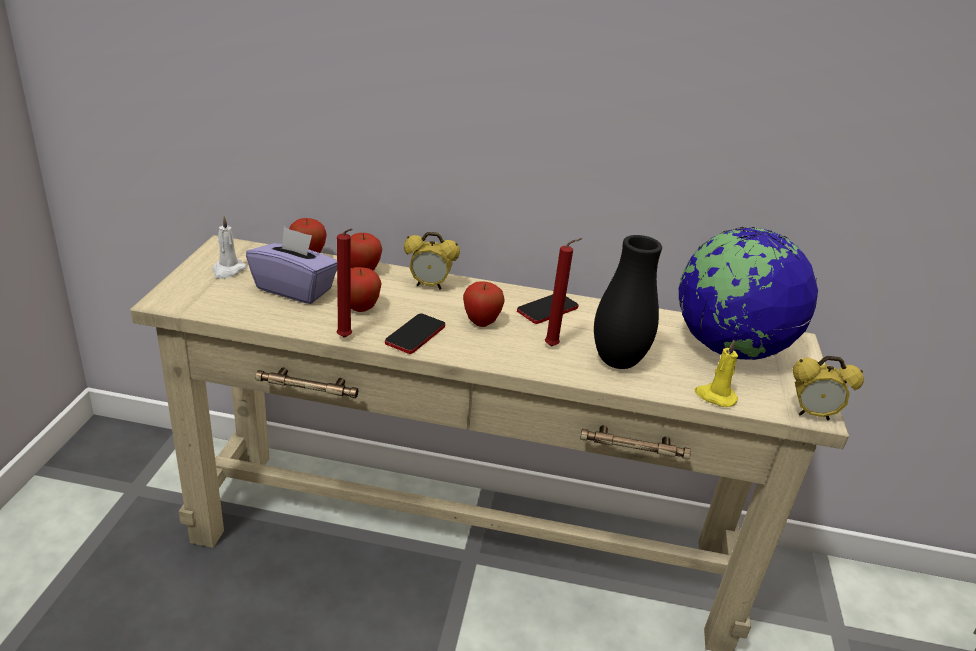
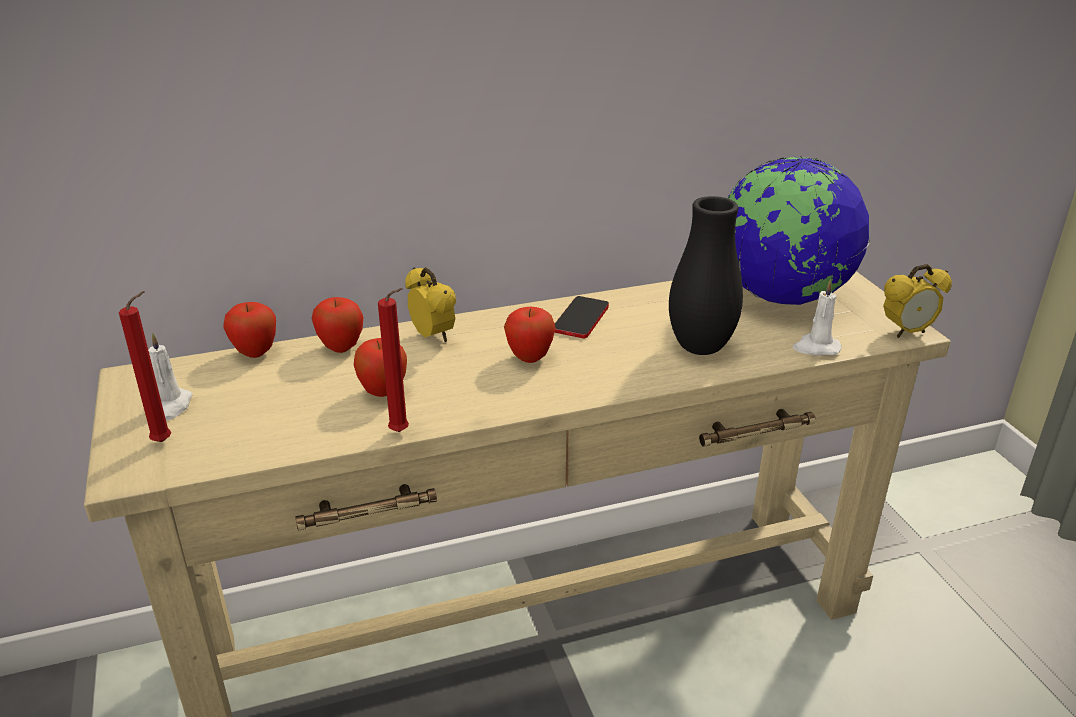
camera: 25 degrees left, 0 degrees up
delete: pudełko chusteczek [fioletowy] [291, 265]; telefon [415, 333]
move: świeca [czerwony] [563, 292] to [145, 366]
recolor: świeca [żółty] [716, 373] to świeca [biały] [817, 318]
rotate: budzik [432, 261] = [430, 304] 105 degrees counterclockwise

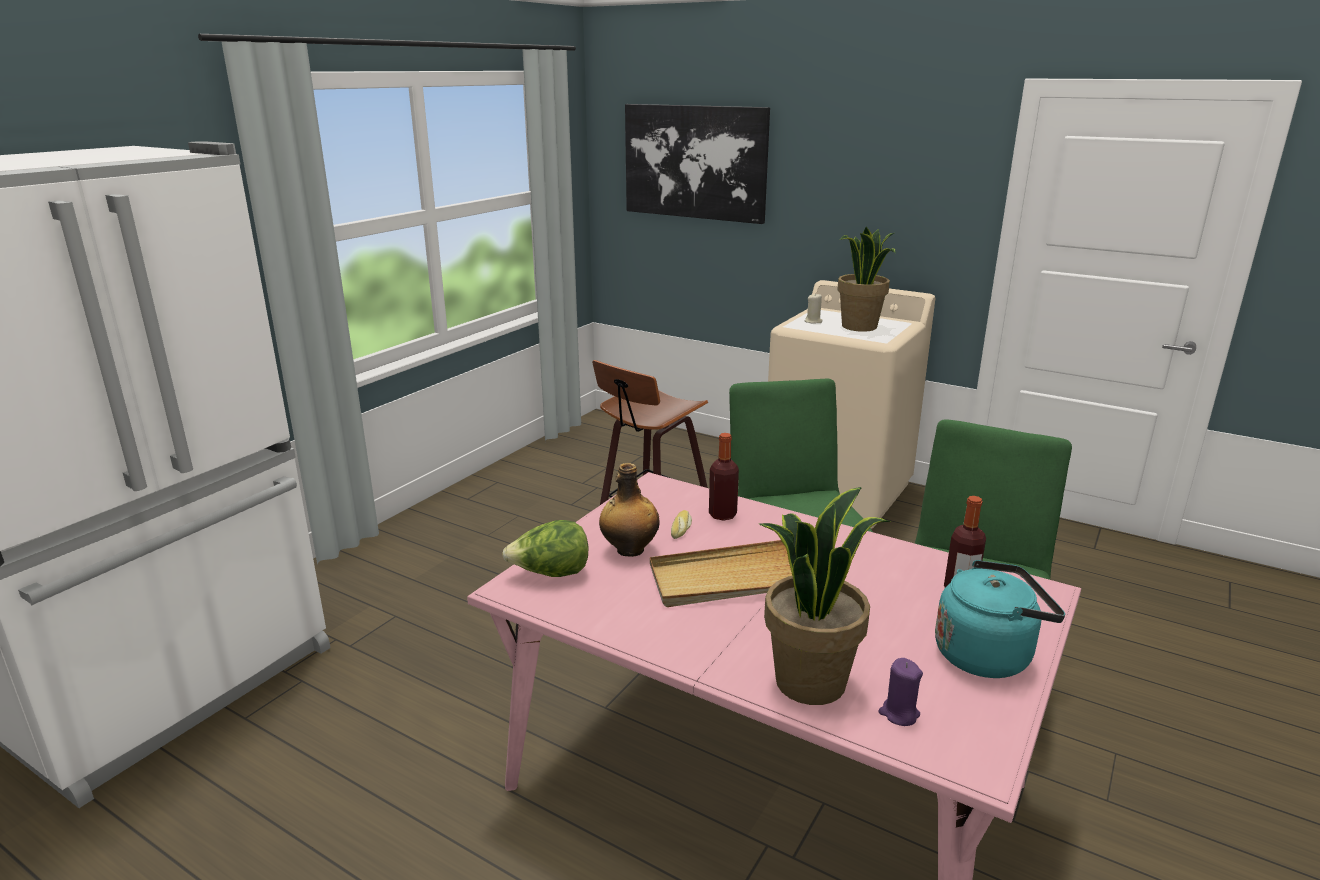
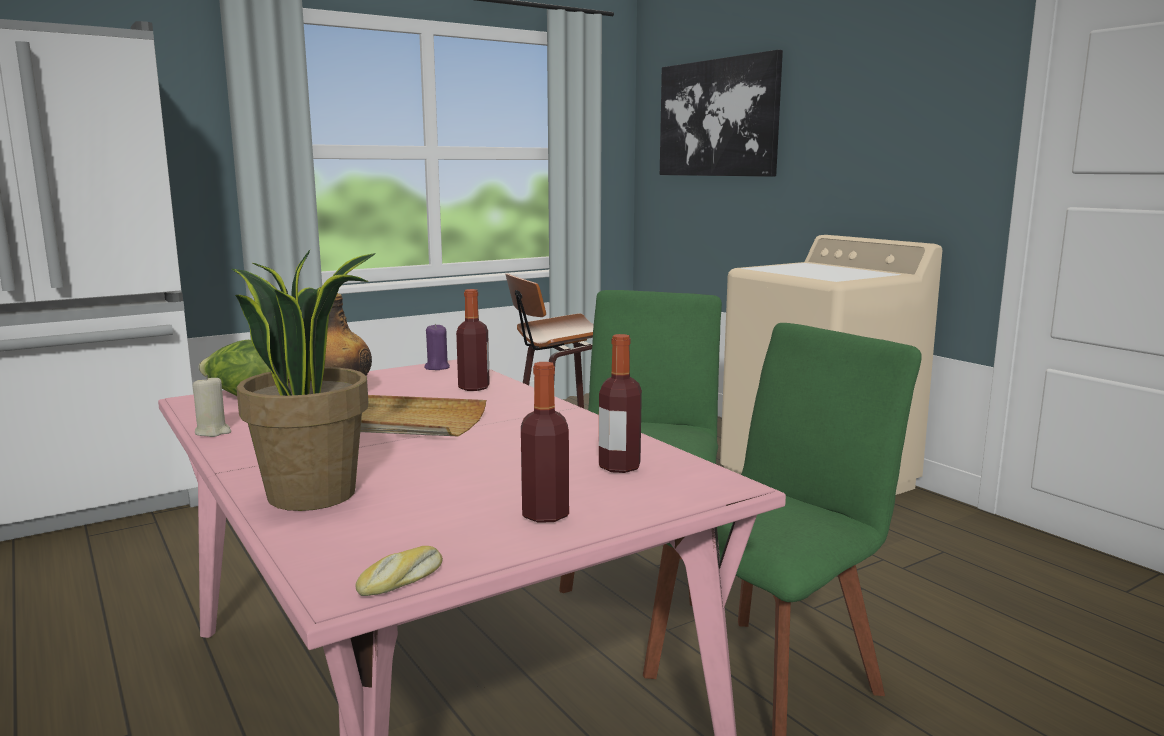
camera: 25 degrees right, 10 degrees down
delete: roślina doniczkowa [866, 279]
move: chleb [681, 524] to [399, 571]; świeca [beżowy] [814, 308] to [211, 406]; świeca [fioletowy] [901, 692] to [437, 347]
replace: czajnik [turkusowy] [1000, 619] to butelka [545, 442]

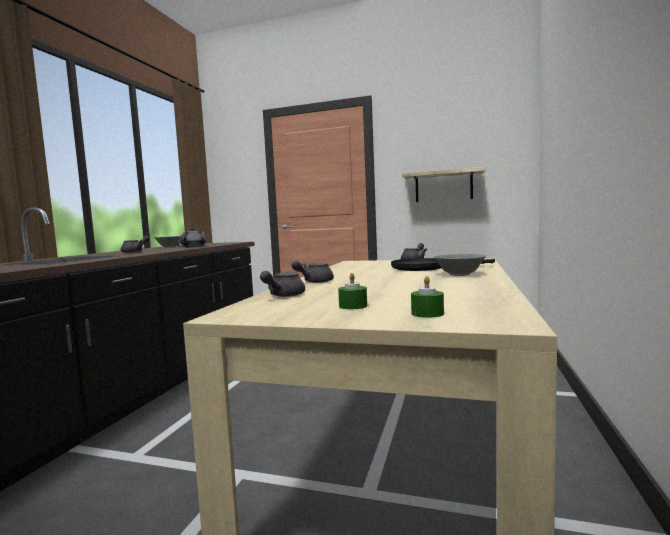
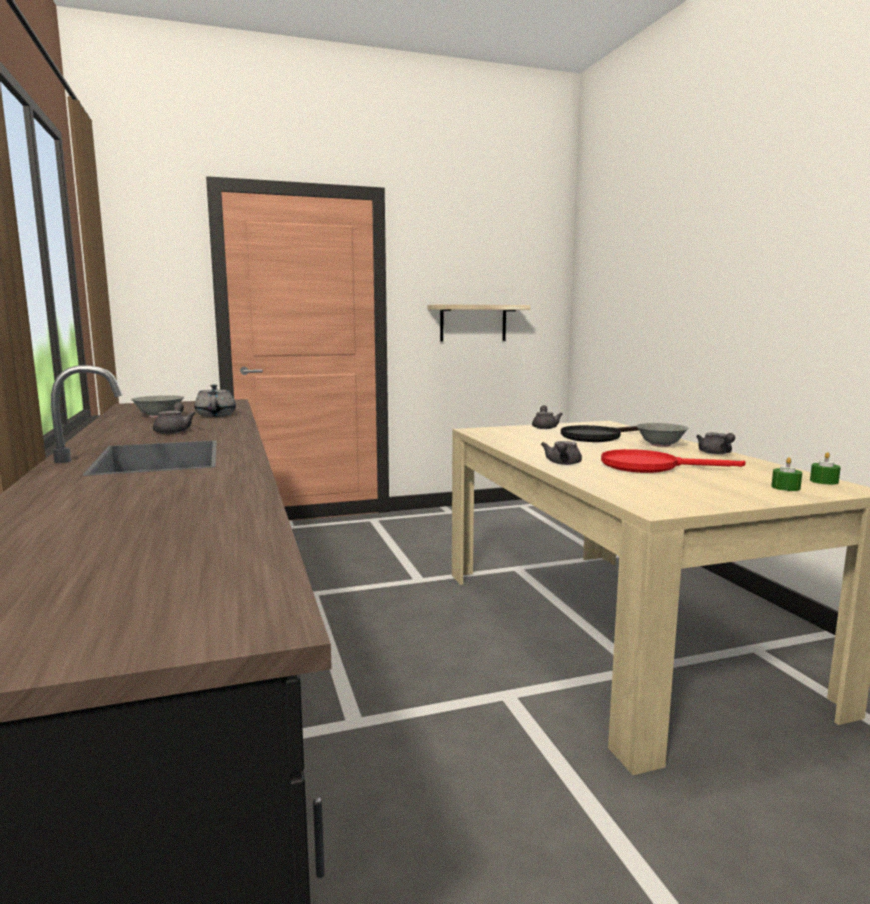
camera: 35 degrees left, 5 degrees up
insert: patelnia [czerwony] [673, 461]
move: imbryk [szary] [282, 284] to [715, 443]; świeca [zielony] [352, 291] to [825, 468]

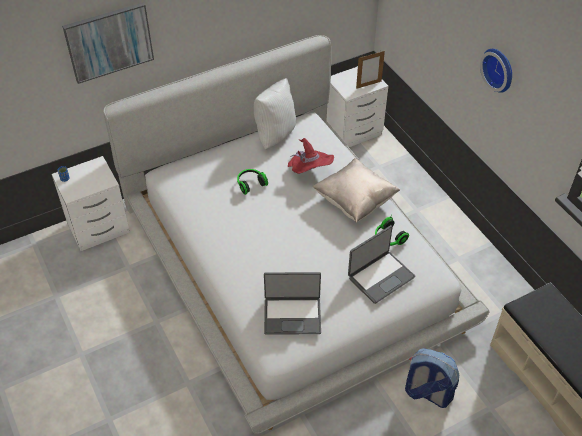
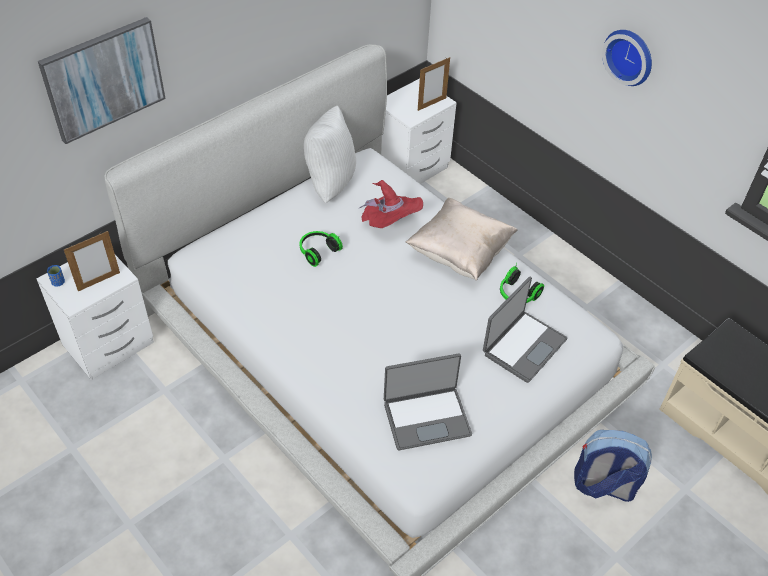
camera: 15 degrees left, 0 degrees up
insert: ramka na zdjęcie [92, 261]

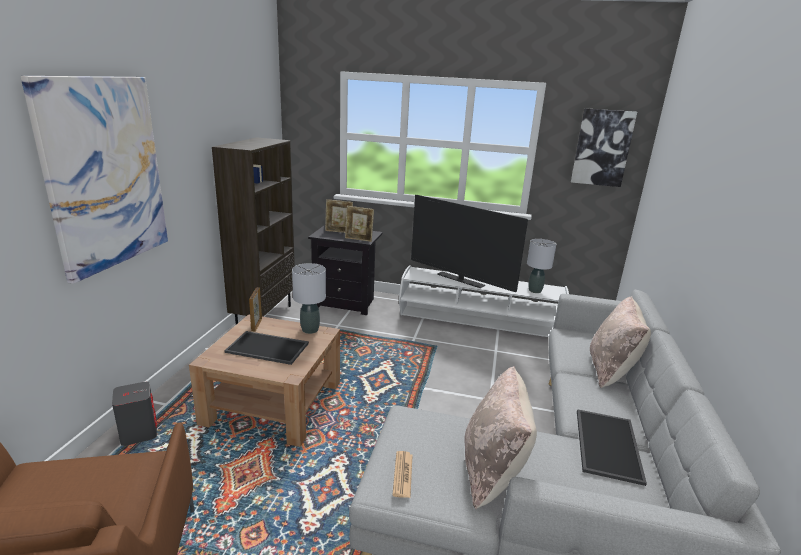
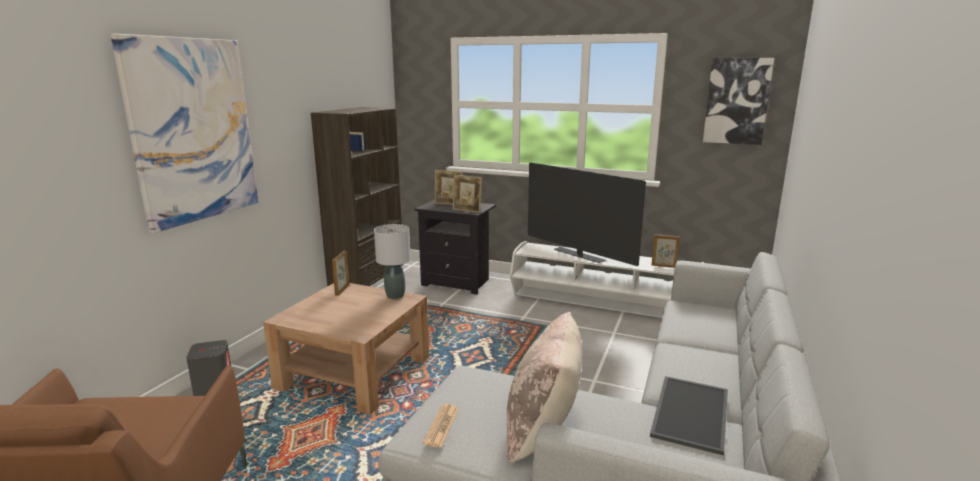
camera: 10 degrees right, 5 degrees down
delete: taca [266, 348]; poduszka [beżowy] [620, 342]
replace: lampa stołowa [szary] [541, 266] to ramka na zdjęcie [666, 251]

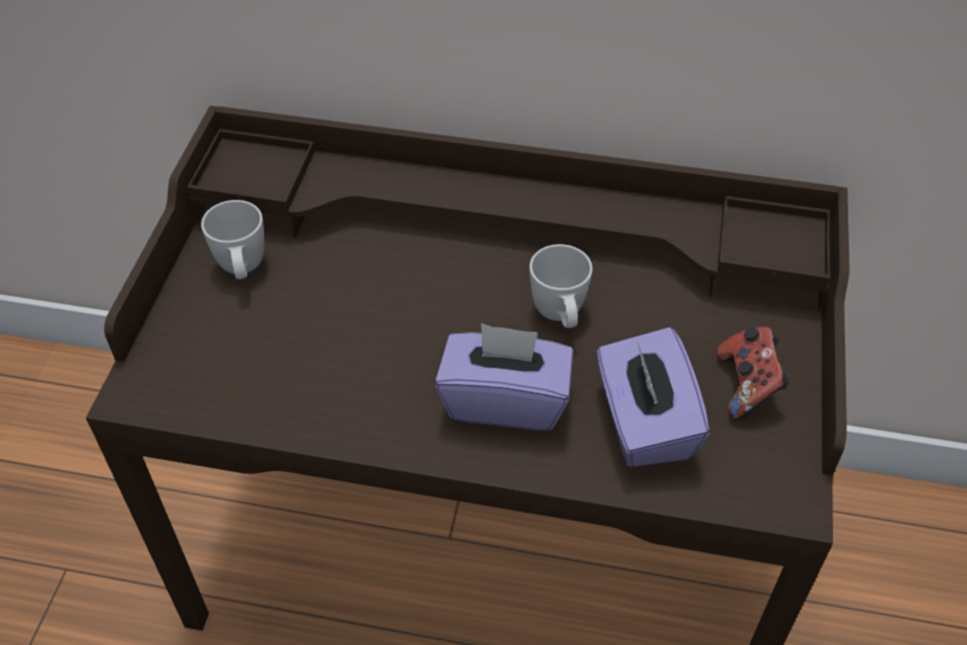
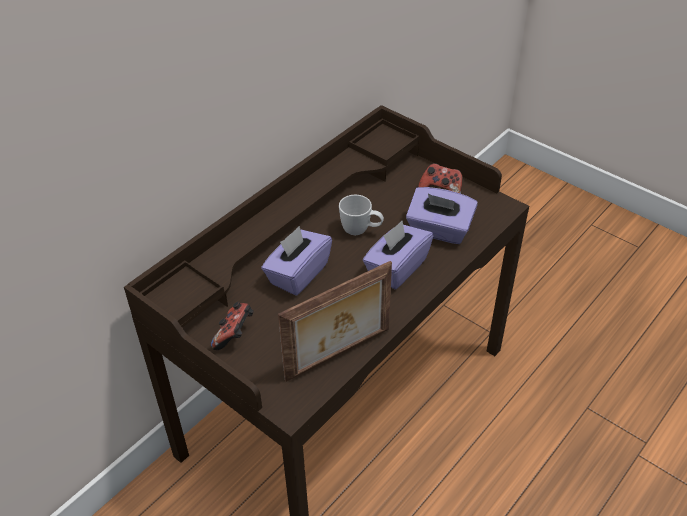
camera: 60 degrees left, 5 degrees down
insert: pudełko chusteczek [fioletowy] [296, 261]; ramka na zdjęcie [335, 321]
replace: kubek [biały] [232, 239] to pad do gier [232, 326]

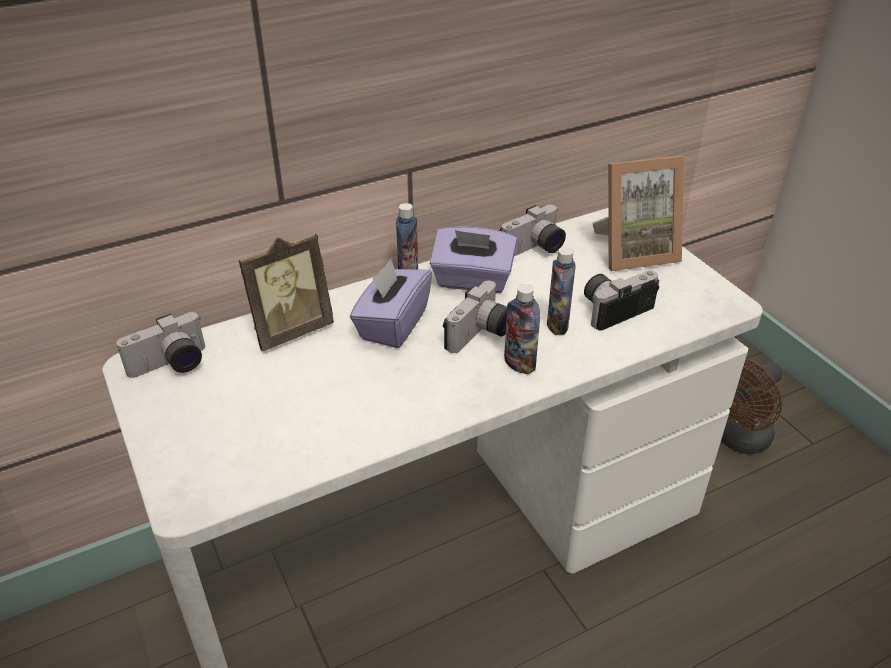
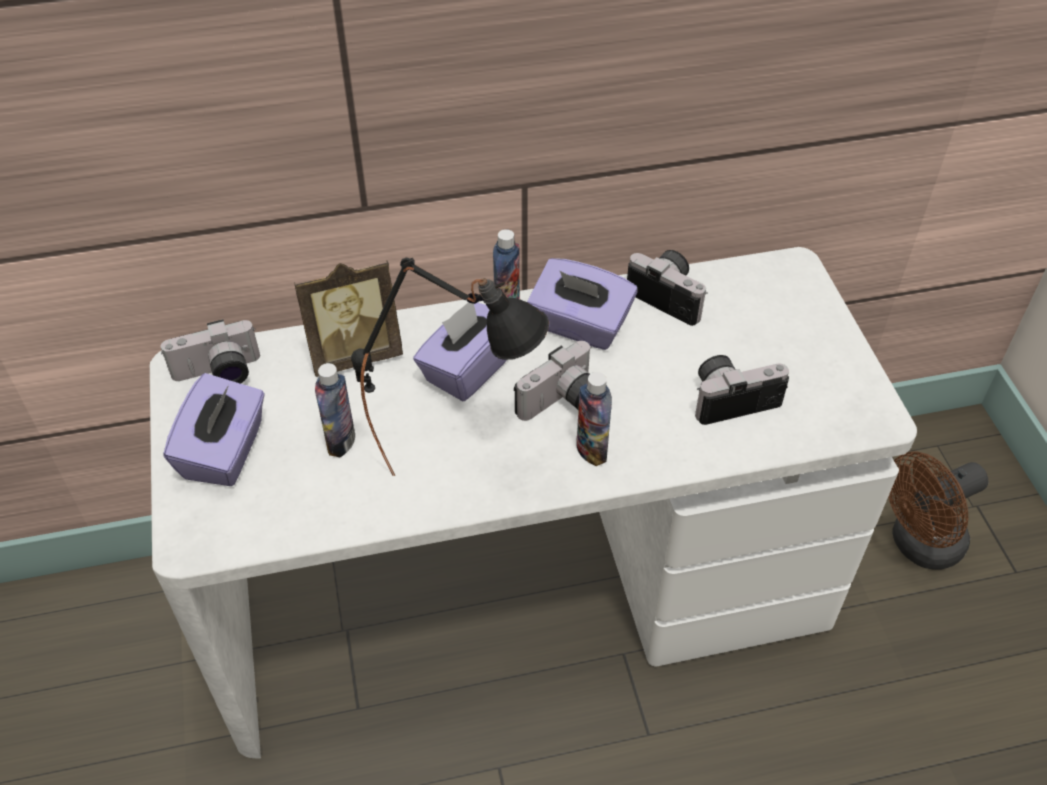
camera: 15 degrees right, 10 degrees up
delete: ramka na zdjęcie [638, 213]
insert: pudełko chusteczek [fioletowy] [214, 429]; lampa stołowa [czarny] [450, 366]
move: butelka [561, 291] to [335, 410]
rotate: aparat fotograficzny [533, 230] = [667, 288] 120 degrees counterclockwise

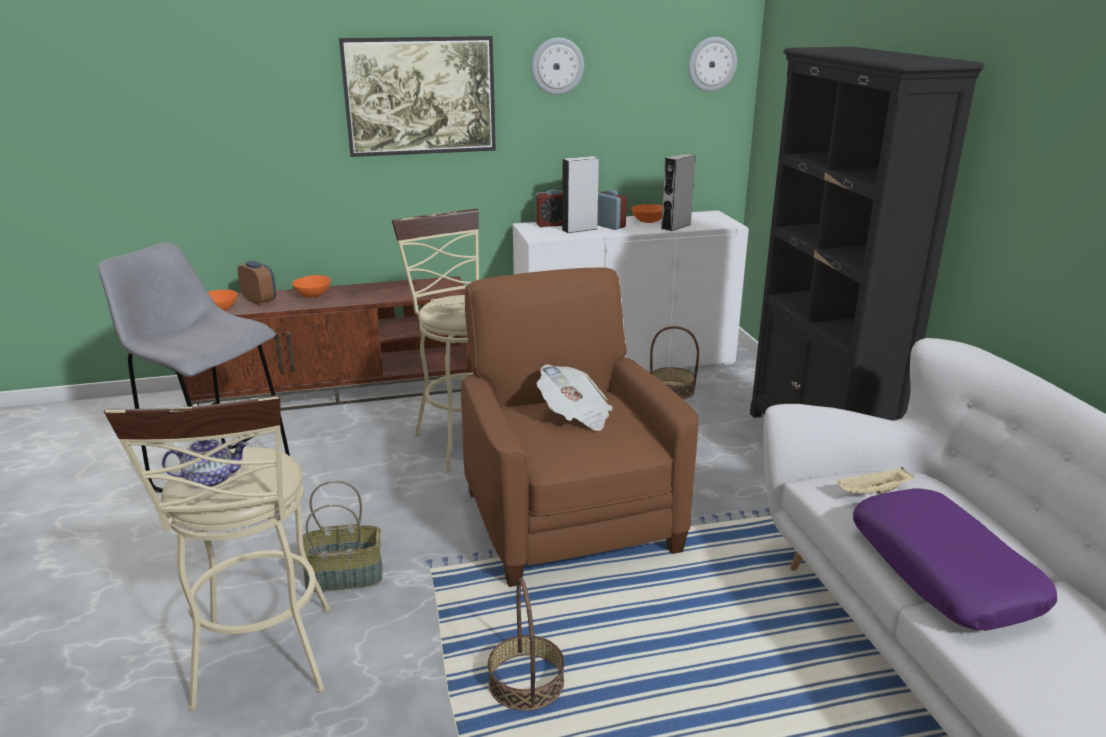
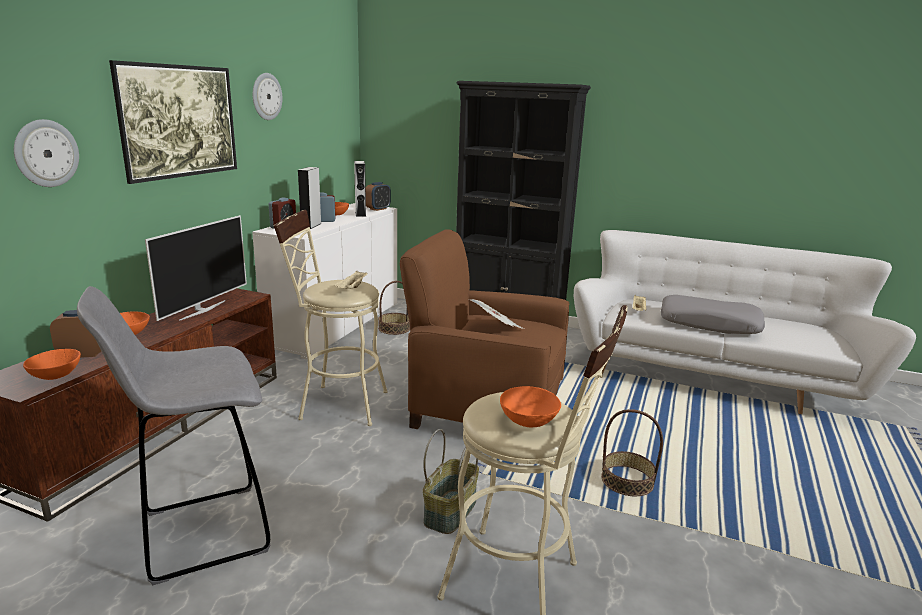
camera: 55 degrees left, 5 degrees down
insert: telewizor [196, 268]; budzik [378, 196]
move: zegar ścienny [712, 64] to [46, 153]
replace: imbryk [205, 463] to miska [pomarańczowy] [530, 406]
recolor: poduszka [fioletowy] [955, 559] to poduszka [szary] [713, 314]

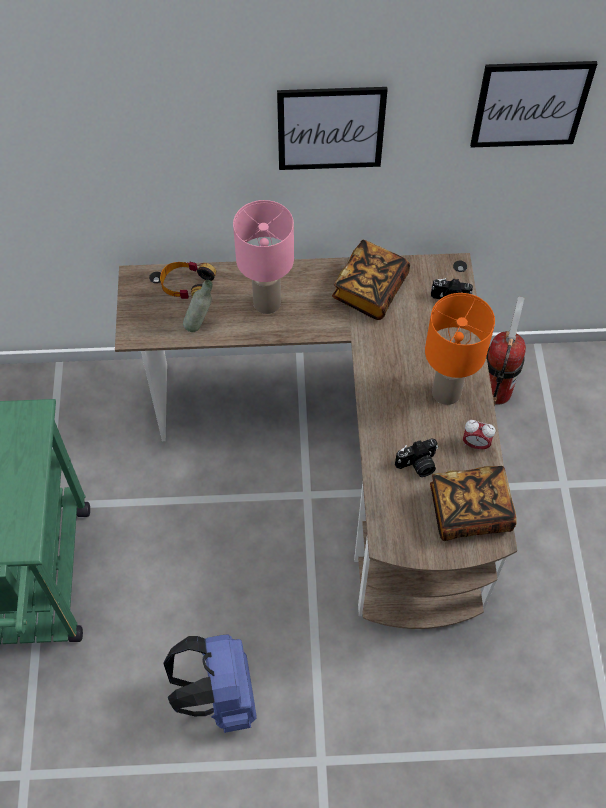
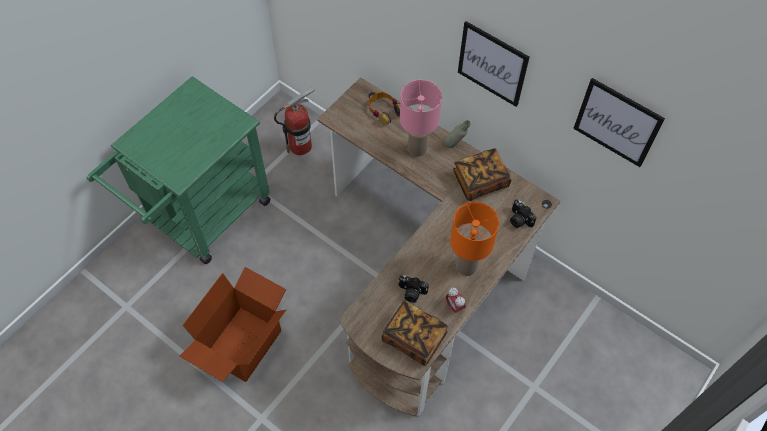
camera: 40 degrees right, 0 degrees up
move: butelka [szary] [198, 306] to [457, 134]; gaśnica [506, 351] to [294, 121]
replace: plecak [niebieski] [210, 684] to karton [233, 324]

